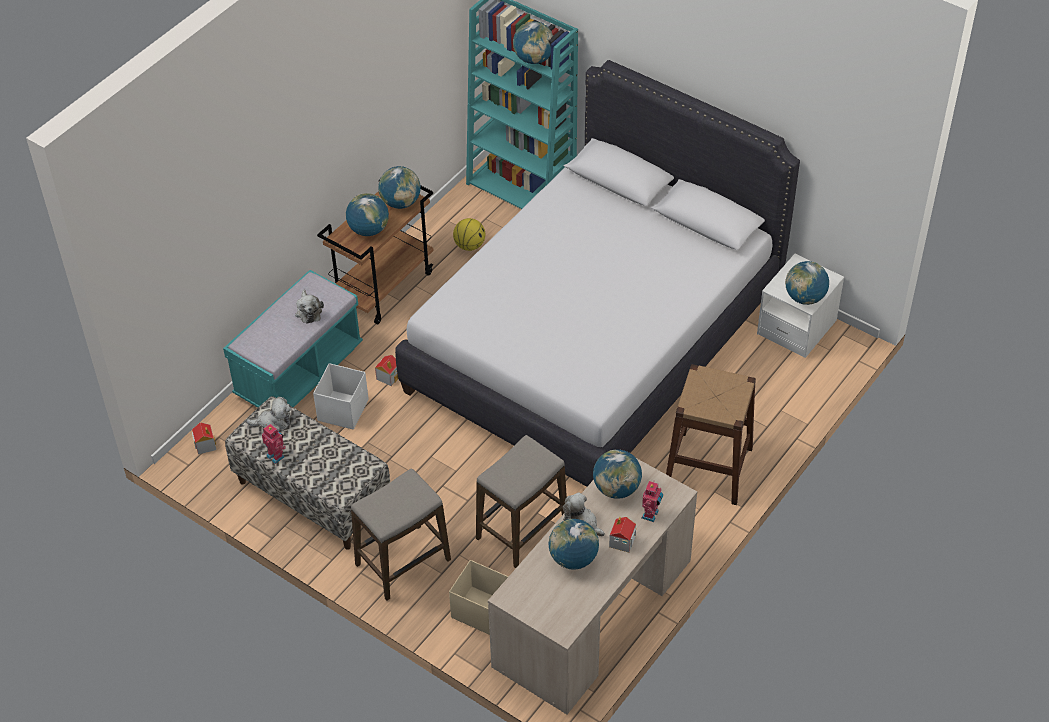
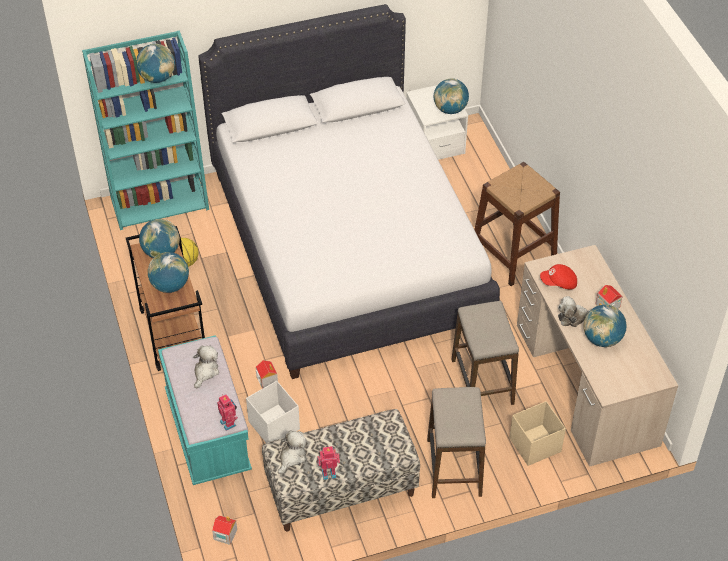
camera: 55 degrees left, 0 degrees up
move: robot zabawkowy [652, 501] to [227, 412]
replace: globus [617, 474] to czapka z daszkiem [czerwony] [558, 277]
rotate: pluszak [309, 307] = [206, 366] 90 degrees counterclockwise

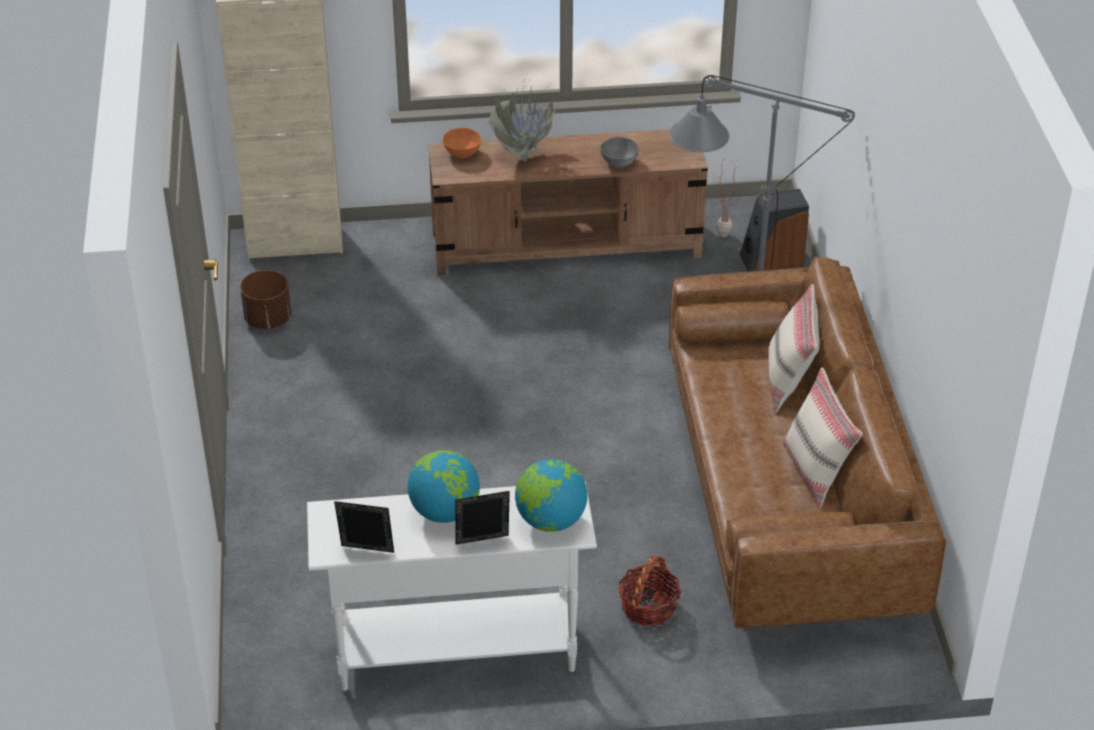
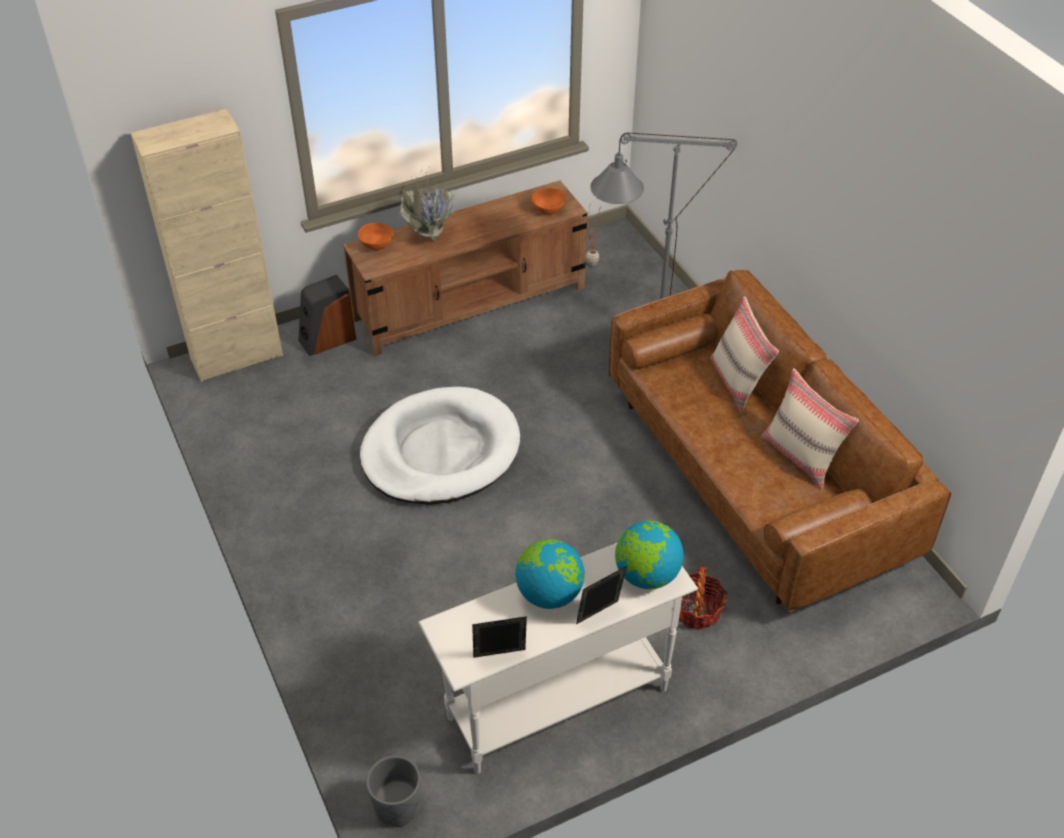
camera: 20 degrees left, 5 degrees up
delete: donica [brązowy] [265, 299]; miska [szary] [619, 152]
insert: legowisko [biały] [440, 446]; donica [szary] [393, 791]; miska [pomarańczowy] [549, 201]
move: głośnik [774, 230] to [327, 315]

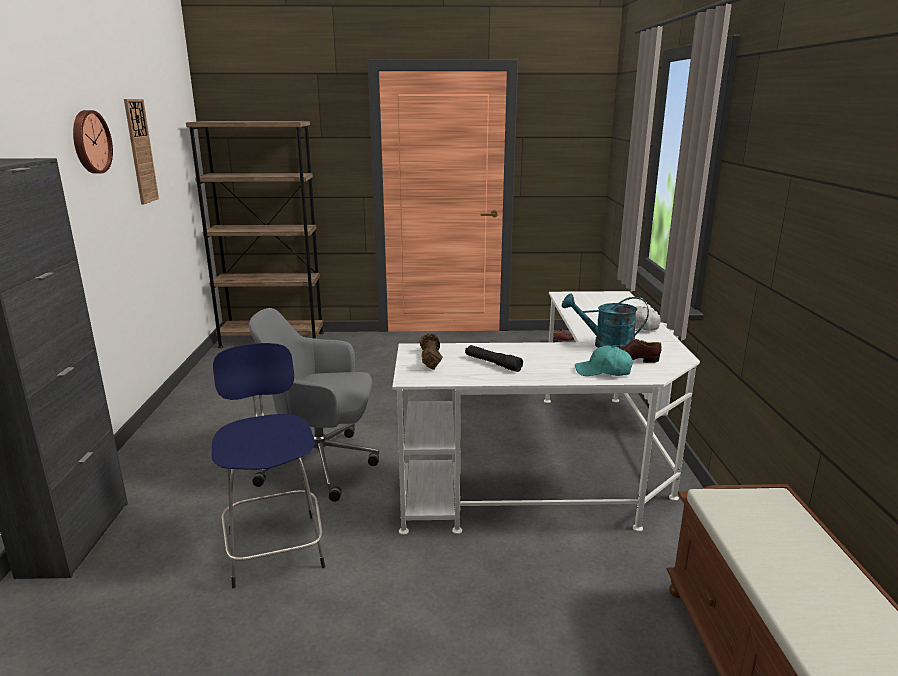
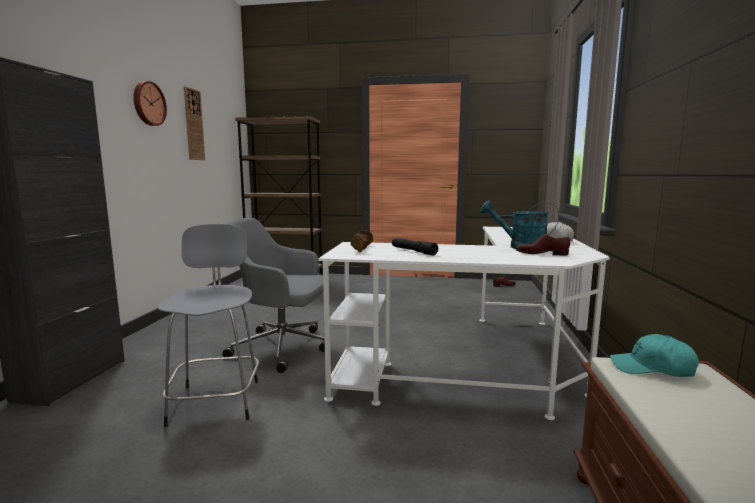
camera: 10 degrees right, 10 degrees down
move: czapka z daszkiem [turkusowy] [604, 360] to [654, 355]
recolor: stołek [niebieski] [268, 465] to stołek [szary] [208, 325]

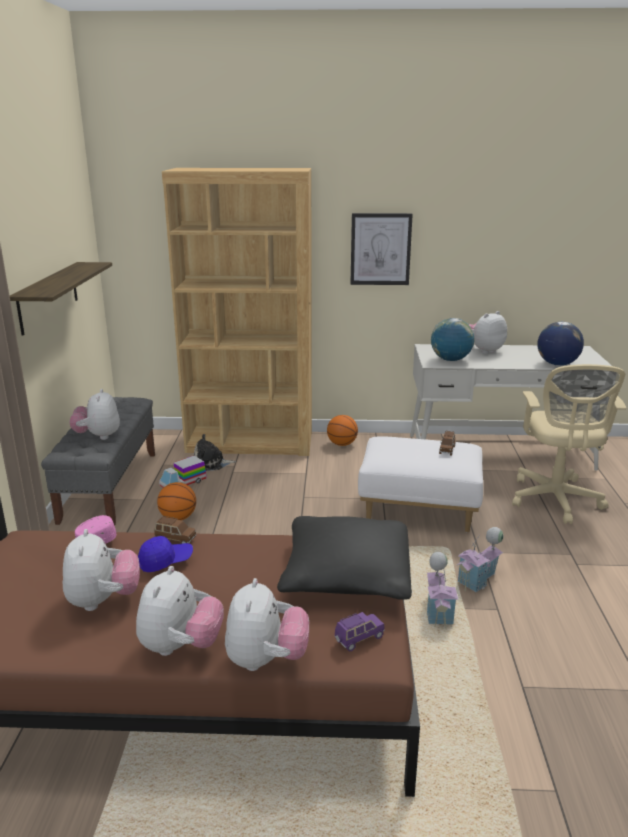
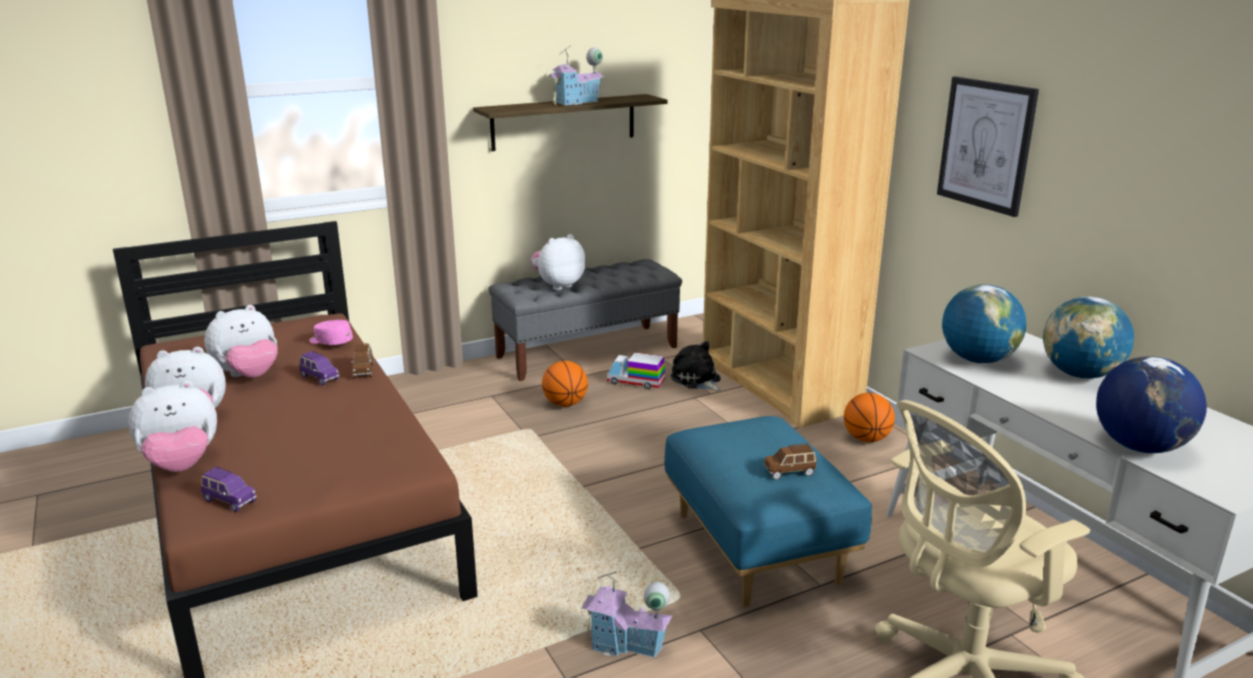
camera: 60 degrees right, 0 degrees up
delete: poduszka [czarny] [344, 558]
move: domek [442, 590] to [576, 75]
replace: czapka z daszkiem [niebieski] [165, 554] to samochodzik [fioletowy] [319, 368]; pluszak [488, 332] to globus [1088, 338]
recolor: pufa [biały] [420, 484] to pufa [niebieski] [768, 511]

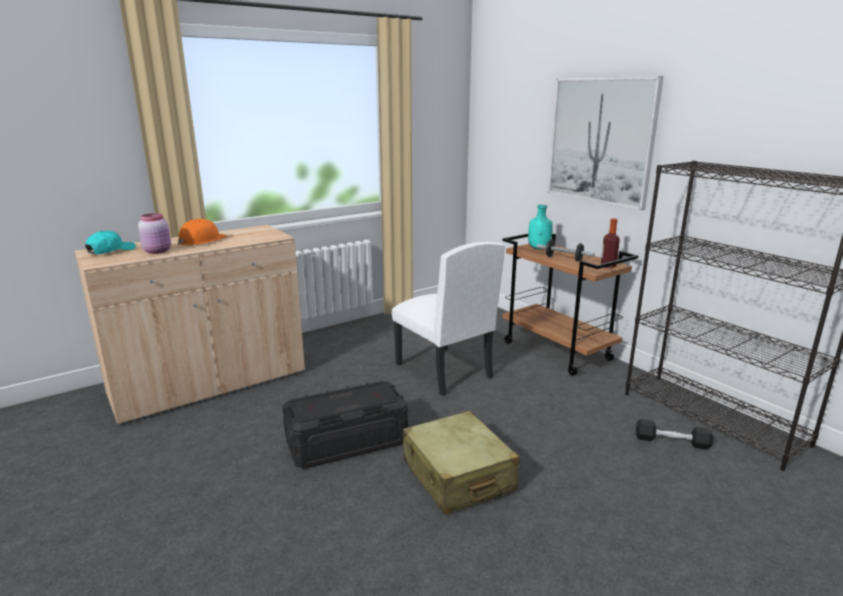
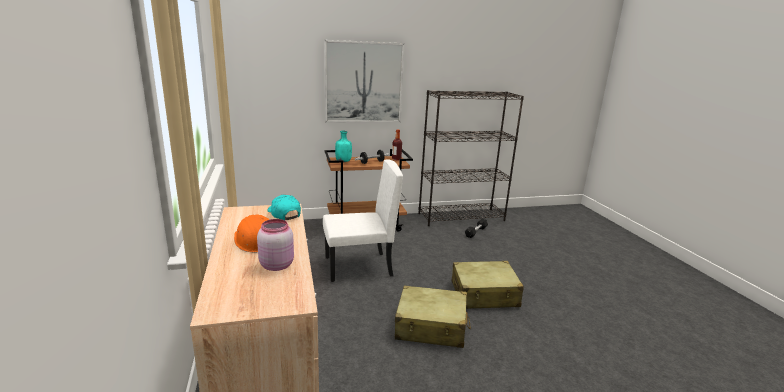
camera: 70 degrees left, 0 degrees up
move: czapka z daszkiem [turkusowy] [110, 242] to [284, 207]
replace: pojemnik do przechowywania [czarny] [345, 424] to walizka [beżowy] [433, 316]

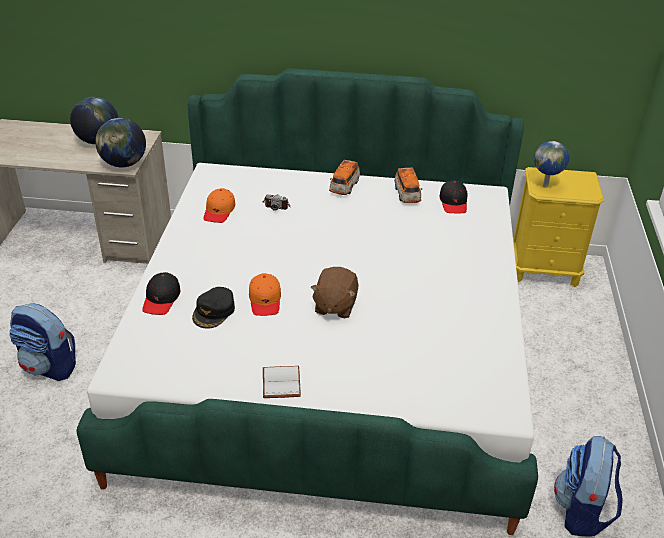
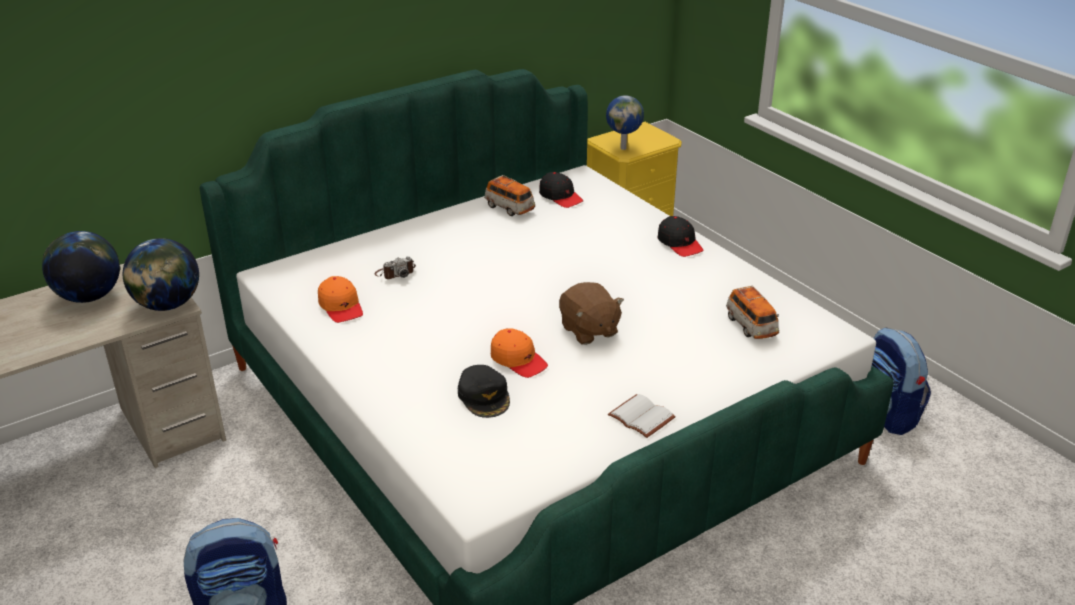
camera: 40 degrees left, 5 degrees down
move: czapka z daszkiem [czarny] [161, 293] to [681, 236]; samochodzik [344, 177] to [752, 312]

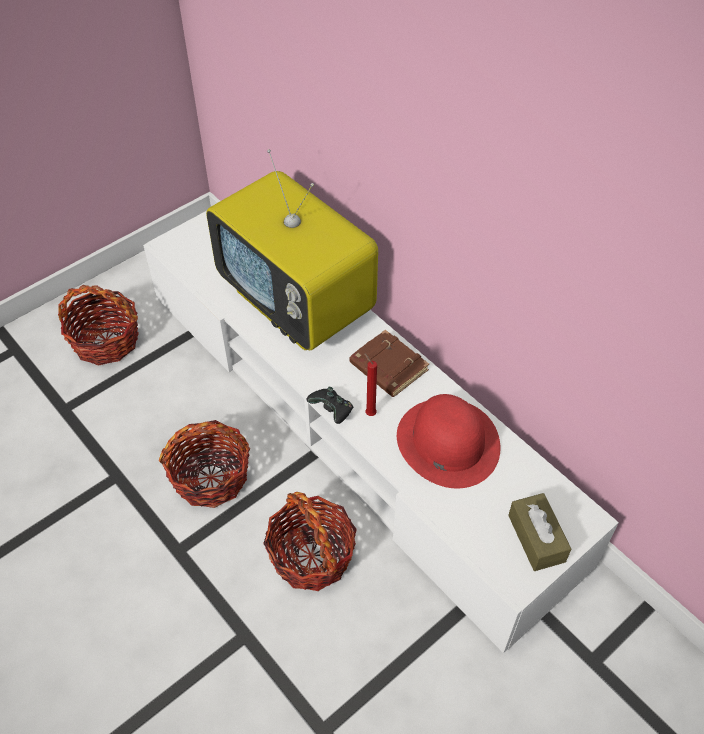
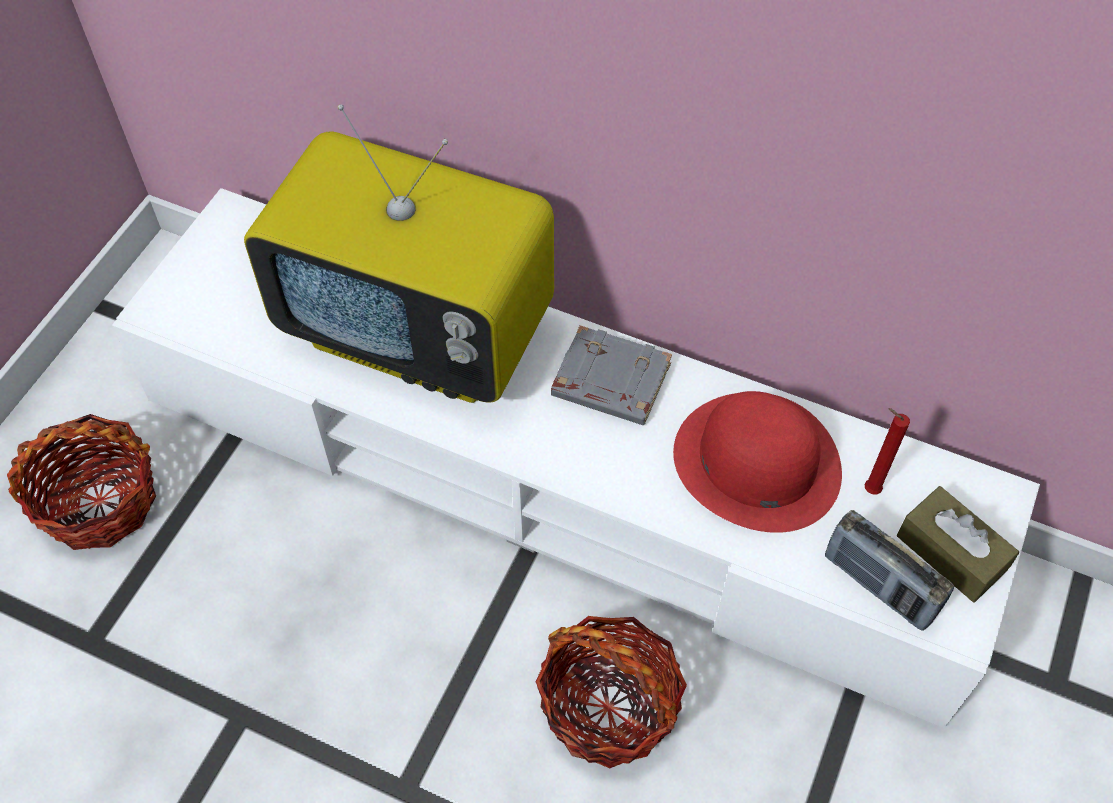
camera: 25 degrees left, 5 degrees up
delete: koszyk [204, 464]; pad do gier [czarny] [329, 405]
insert: radio [889, 570]
move: świeca [czerwony] [370, 384] to [887, 451]
recolor: książka [brązowy] [389, 363] to książka [szary] [611, 375]

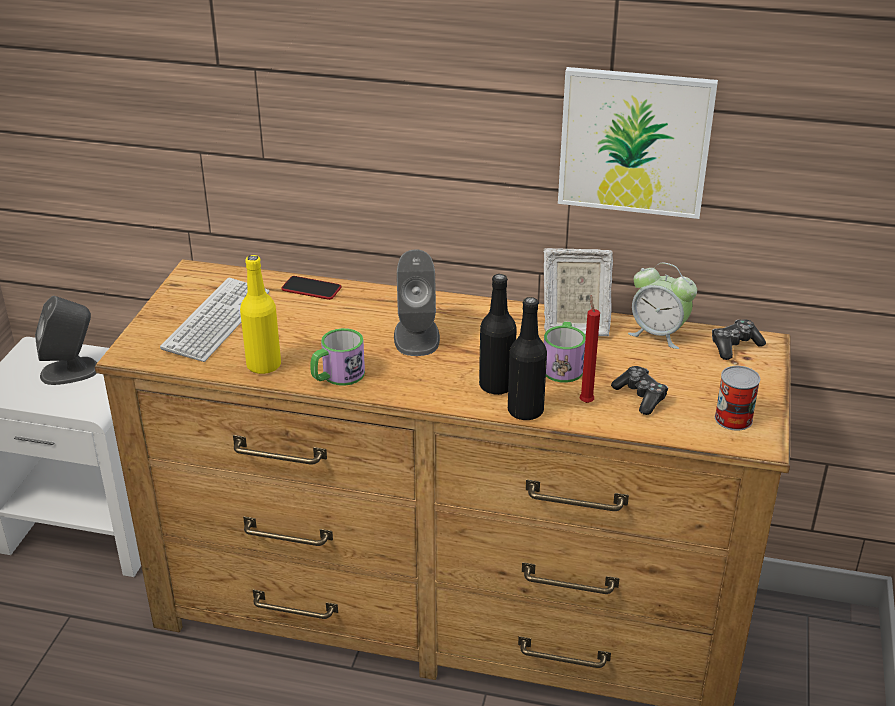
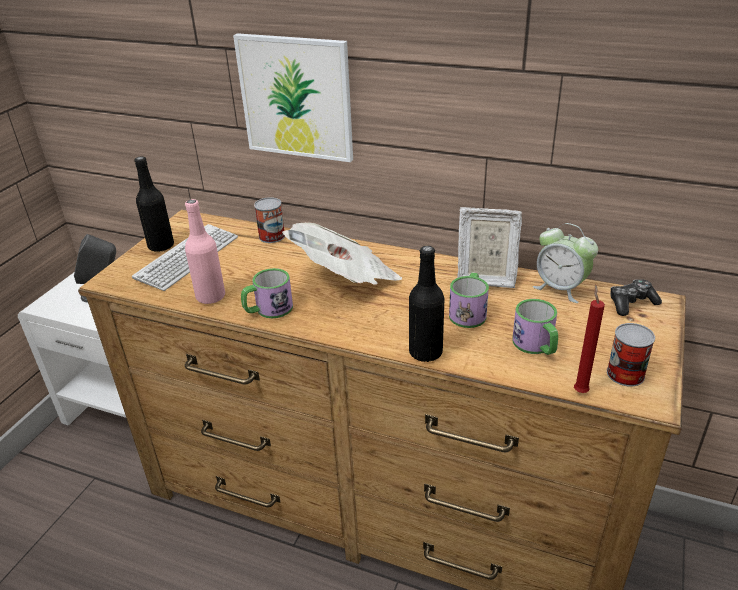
camera: 10 degrees right, 0 degrees up
move: butelka [czarny] [498, 334] to [154, 204]; obraz [638, 143] to [293, 97]; świeca [czerwony] [590, 349] to [589, 339]
replace: telefon [311, 288] to puszka [269, 220]; głośnik [szary] [417, 302] to gazeta [342, 253]; pad do gier [639, 390] to kubek [535, 327]
recolor: butelka [żółty] [260, 314] to butelka [różowy] [205, 251]

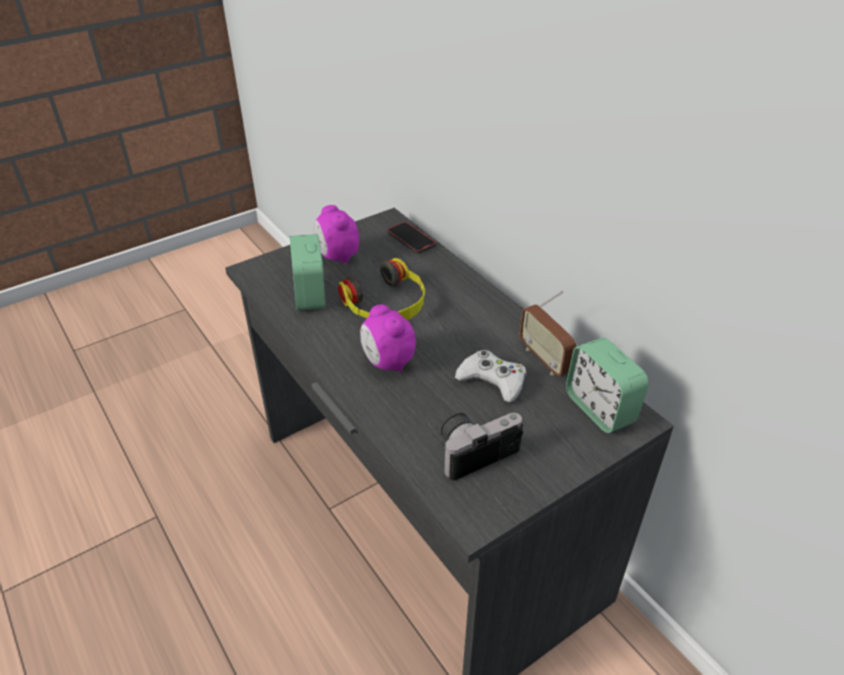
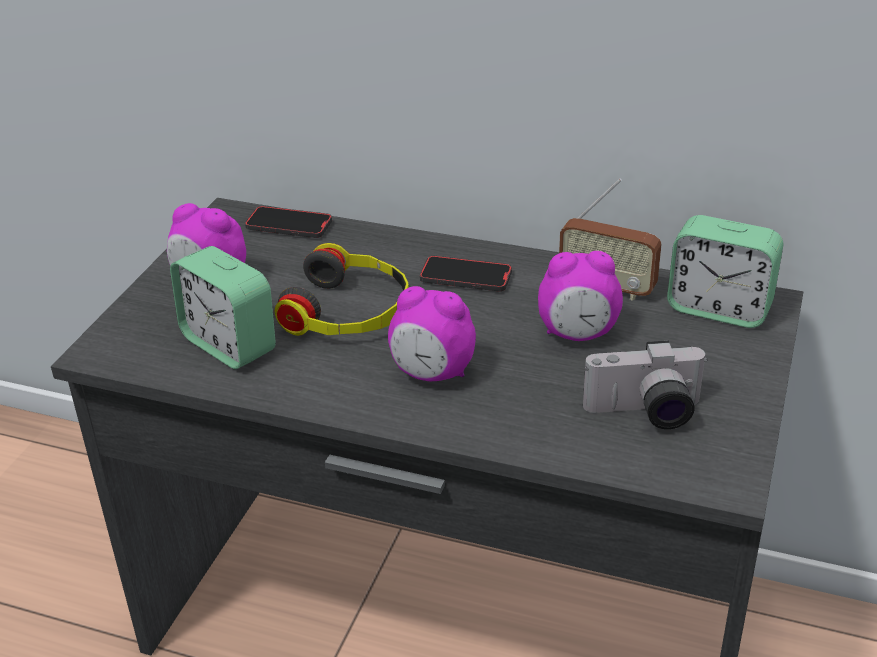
camera: 35 degrees left, 5 degrees down
insert: telefon [466, 273]
replace: pad do gier [biały] [490, 376] to budzik [580, 296]
rotate: aparat fotograficzny [482, 447] = [645, 384] 120 degrees counterclockwise

